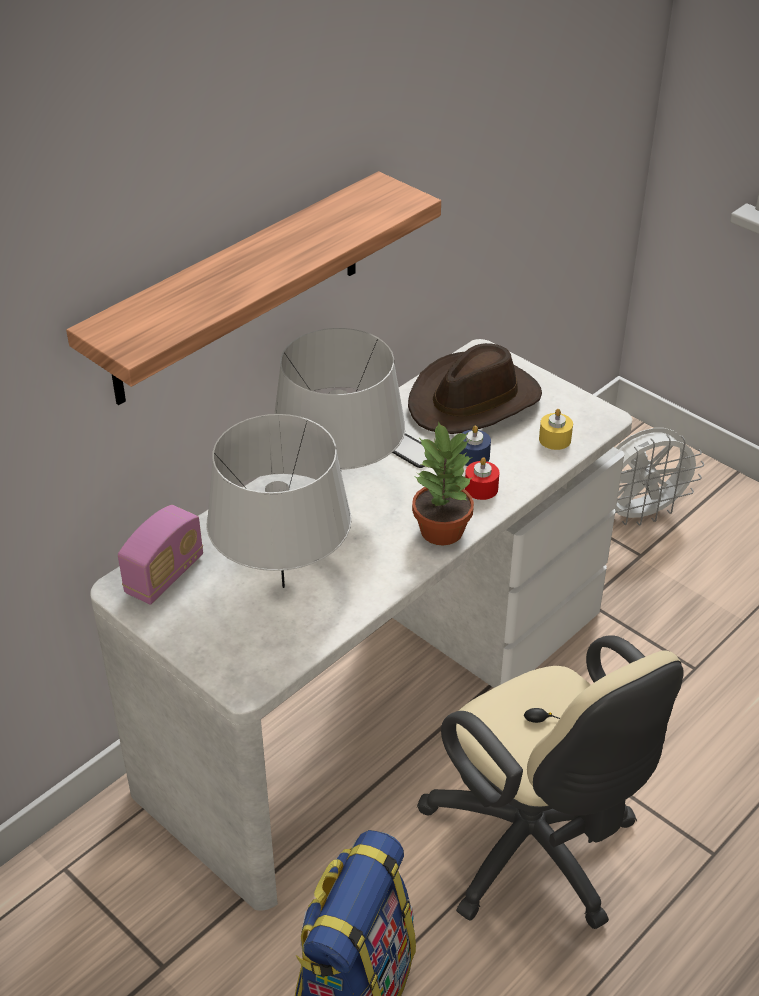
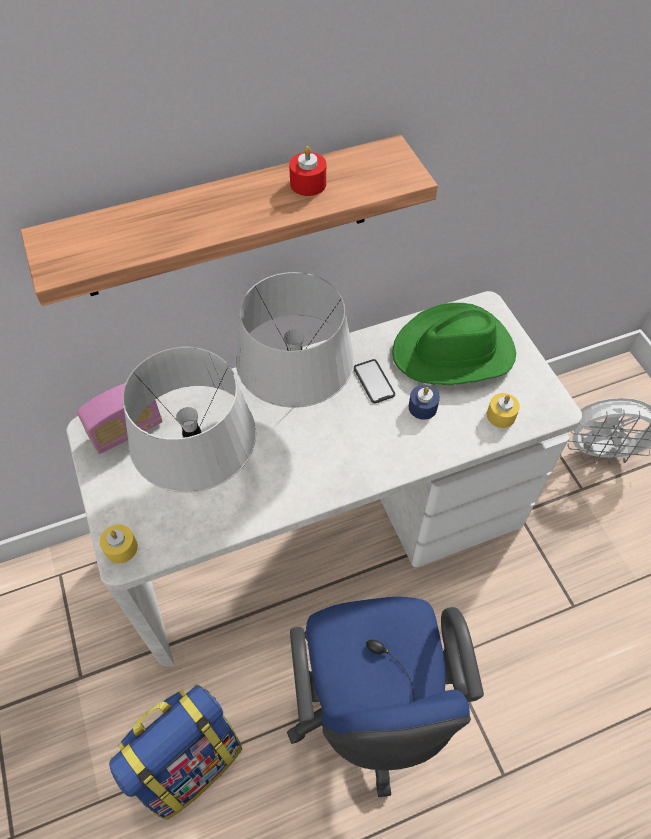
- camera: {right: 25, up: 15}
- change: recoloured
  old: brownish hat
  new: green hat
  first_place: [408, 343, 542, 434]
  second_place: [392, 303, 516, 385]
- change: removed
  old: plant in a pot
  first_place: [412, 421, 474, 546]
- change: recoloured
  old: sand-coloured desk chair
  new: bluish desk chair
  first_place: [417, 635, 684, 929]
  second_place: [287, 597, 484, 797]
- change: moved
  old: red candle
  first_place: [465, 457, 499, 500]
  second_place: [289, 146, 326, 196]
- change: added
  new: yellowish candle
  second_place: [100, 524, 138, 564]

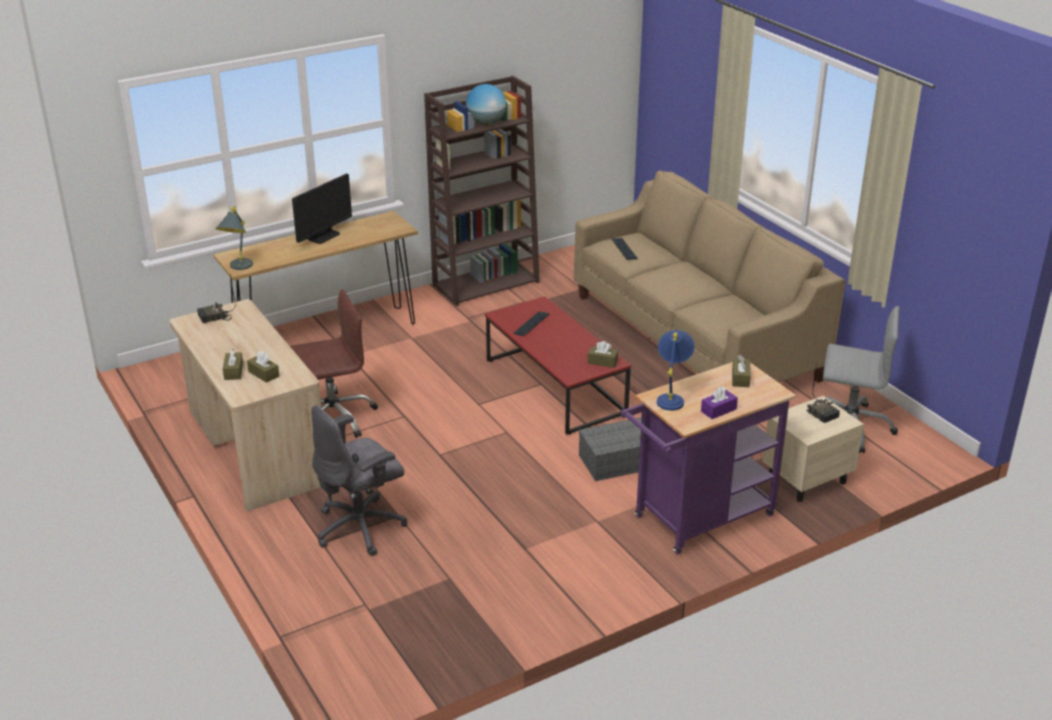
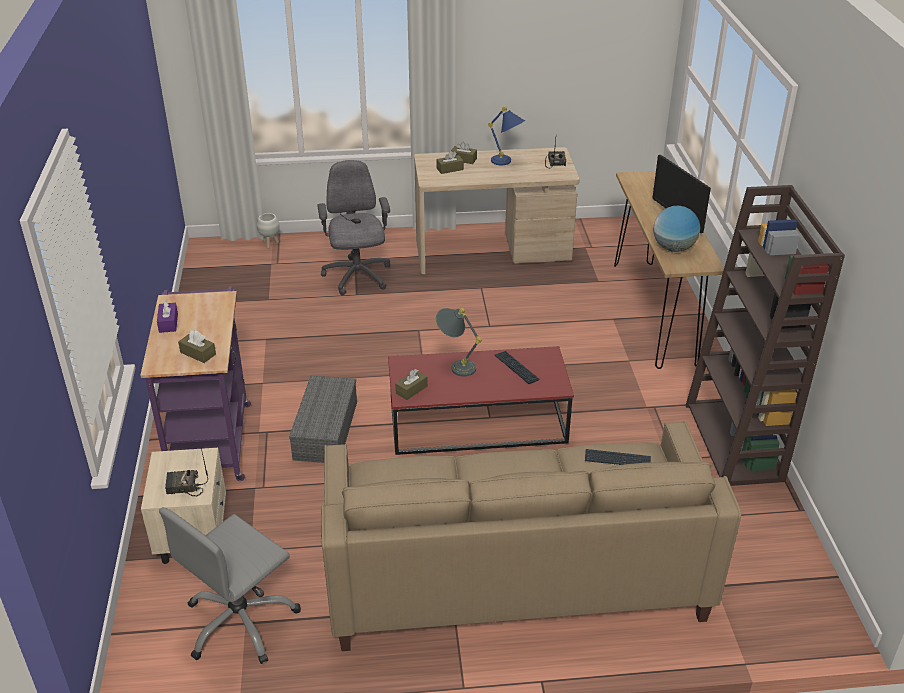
- camera: {right: 115, up: 5}
- change: moved
  old: grey lamp for a table
  first_place: [215, 206, 253, 270]
  second_place: [436, 308, 482, 377]
- change: removed
  old: brownish desk chair
  first_place: [290, 289, 378, 438]
- change: moved
  old: desk globe
  first_place: [466, 84, 506, 125]
  second_place: [653, 206, 700, 252]
- change: moved
  old: bluish lamp for a table
  first_place: [657, 330, 695, 411]
  second_place: [488, 106, 526, 165]
- change: added
  new: whitish plant pot
  second_place: [257, 213, 280, 249]

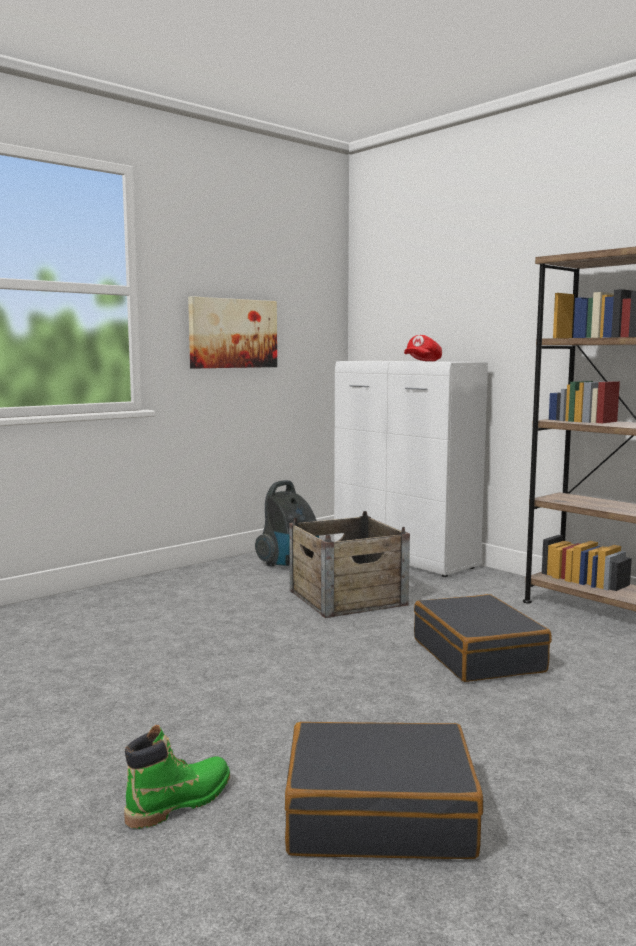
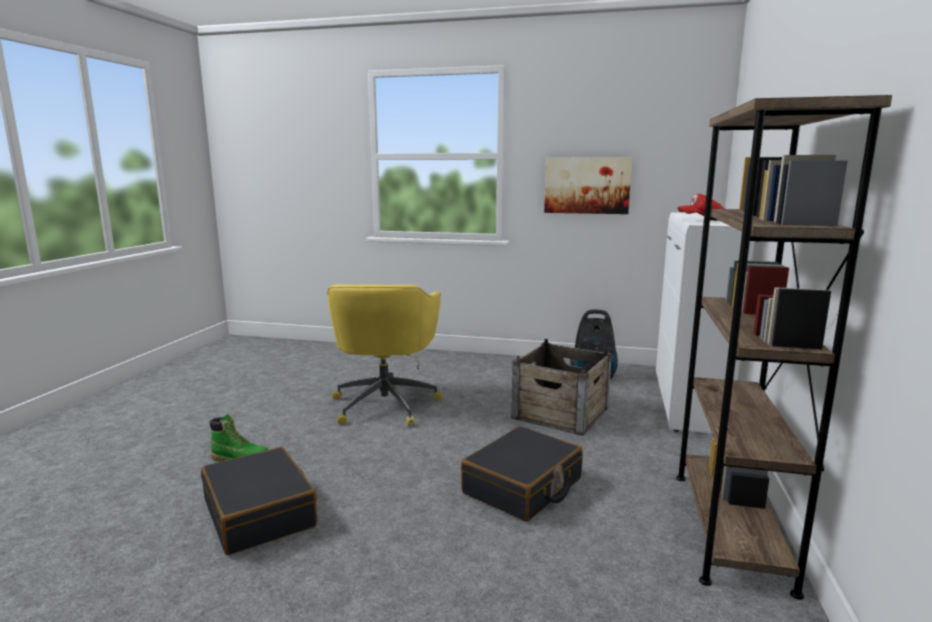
- camera: {right: 55, up: 5}
- change: added
  new: yellowish desk chair
  second_place: [327, 284, 443, 426]

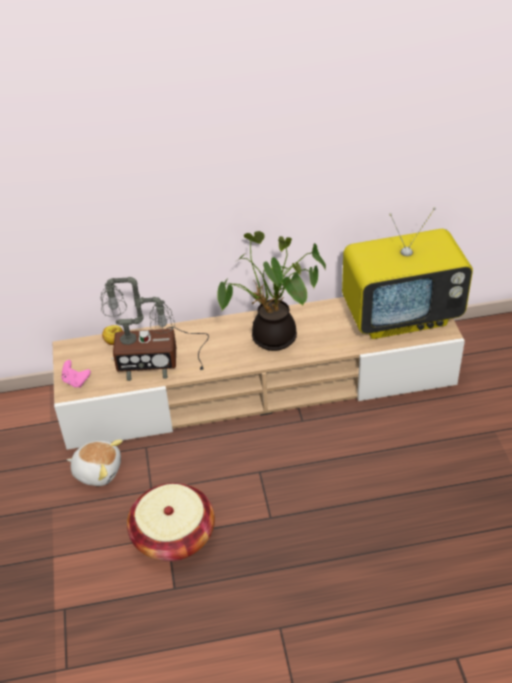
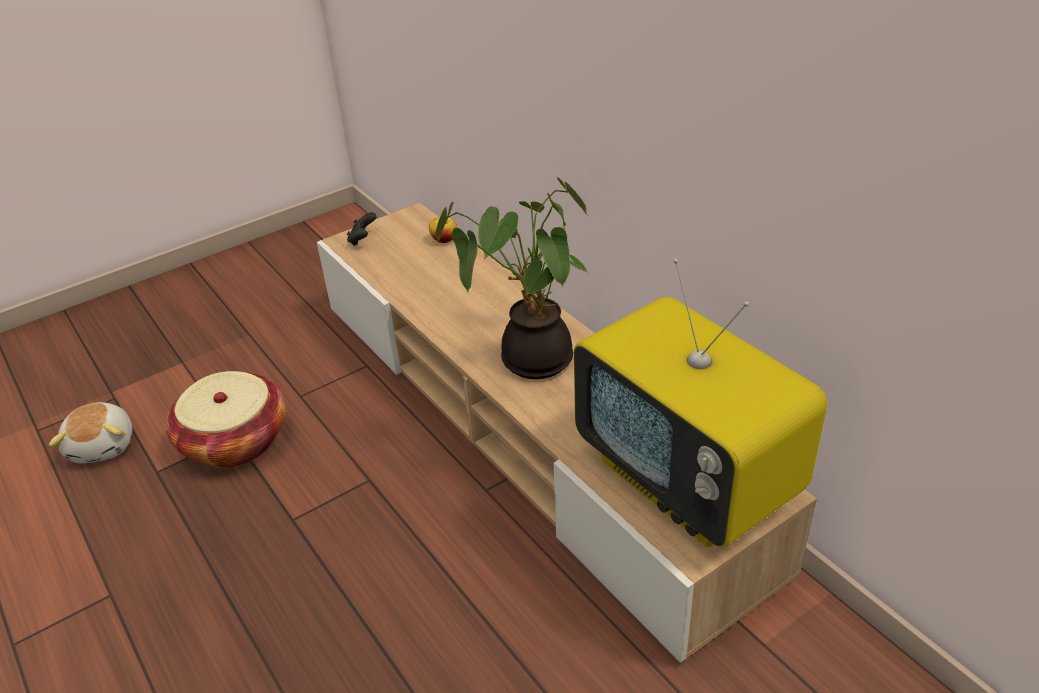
- camera: {right: 65, up: -5}
- change: recoloured
  old: pinkish joypad
  new: blackish joypad
  first_place: [62, 360, 91, 388]
  second_place: [347, 212, 377, 246]
- change: moved
  old: soft toy
  first_place: [67, 440, 123, 486]
  second_place: [49, 402, 132, 463]
- change: removed
  old: lamp for a table
  first_place: [100, 277, 209, 381]

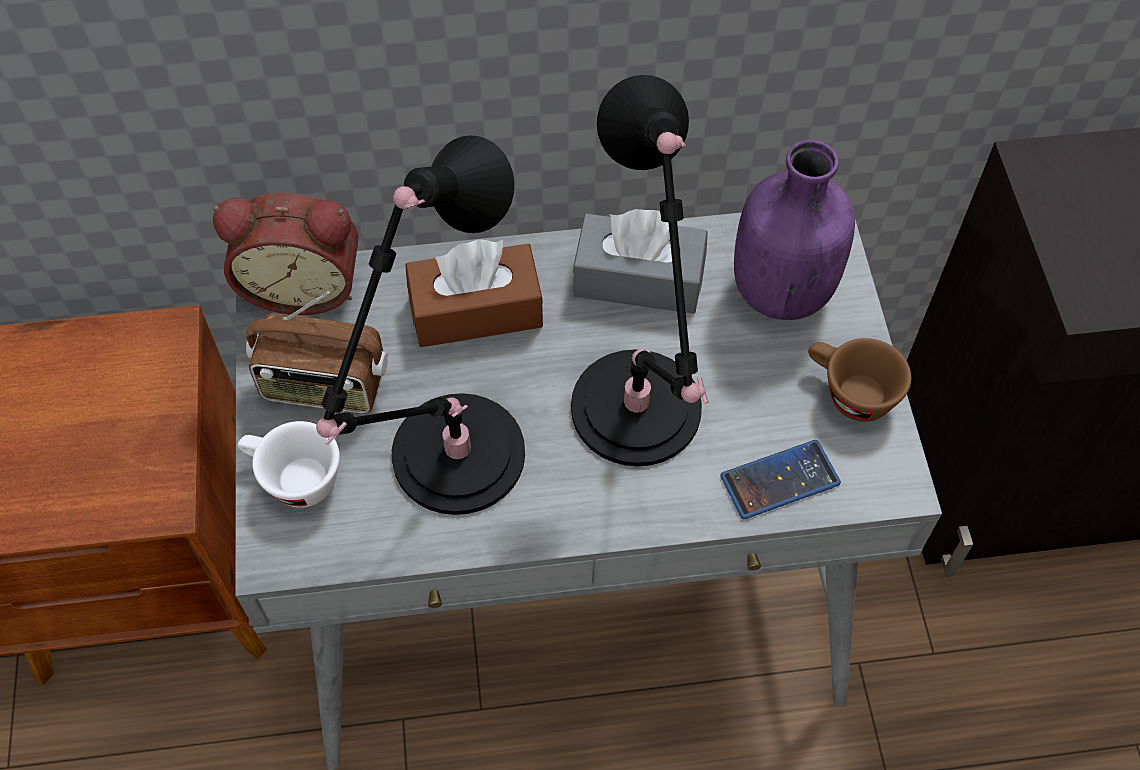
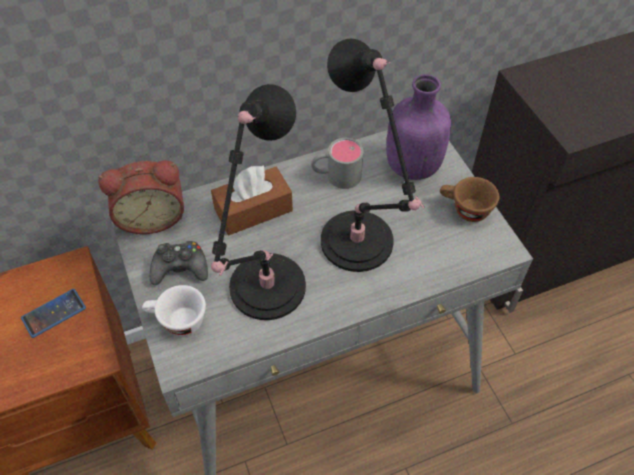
- camera: {right: -15, up: -5}
- change: replaced
  old: radio set
  new: blackish joypad
  first_place: [246, 291, 388, 413]
  second_place: [150, 241, 208, 285]
- change: replaced
  old: grey box of tissues
  new: grey mug
  first_place: [573, 209, 708, 314]
  second_place: [311, 138, 363, 189]
- change: moved
  old: phone
  first_place: [720, 440, 841, 519]
  second_place: [21, 289, 86, 338]

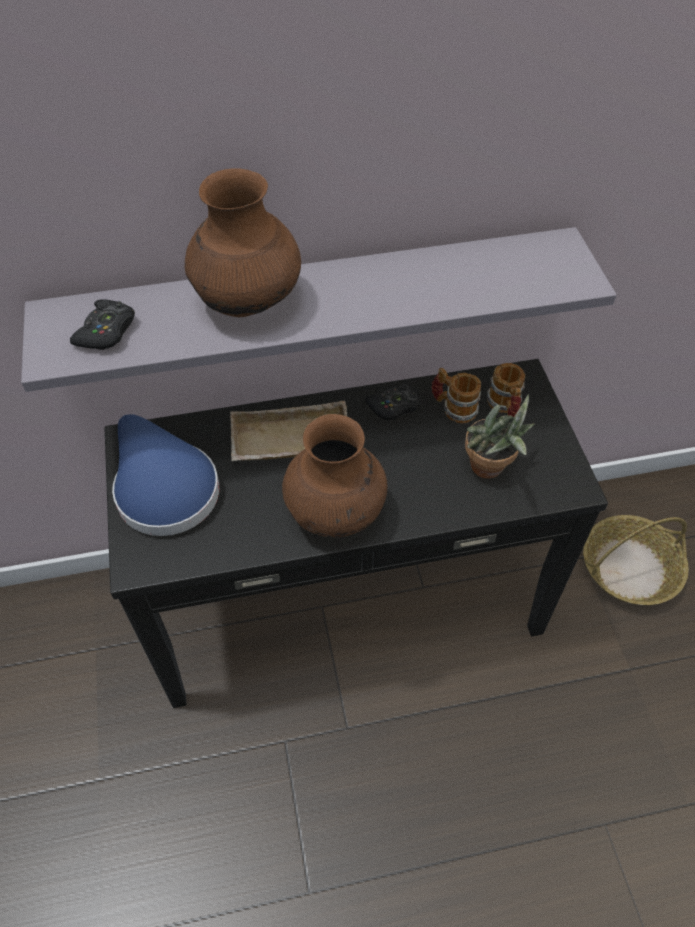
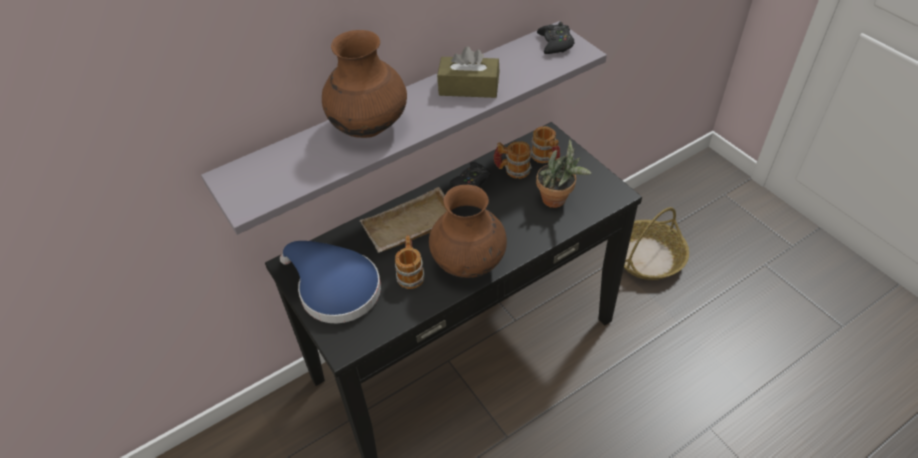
- camera: {right: -20, up: -5}
- change: moved
  old: blackish joypad
  first_place: [70, 299, 135, 350]
  second_place: [537, 22, 575, 54]
- change: added
  new: mug
  second_place: [395, 235, 425, 289]
- change: added
  new: brownish box of tissues
  second_place: [437, 46, 499, 98]

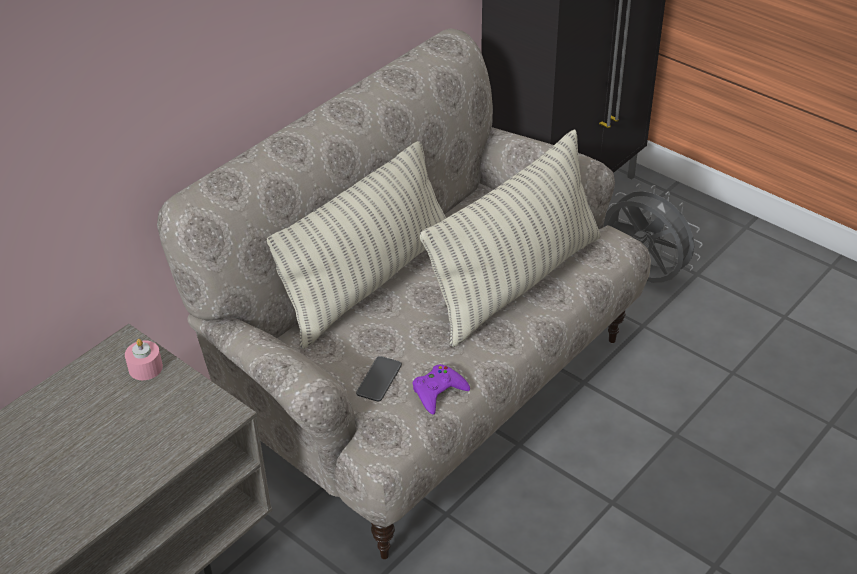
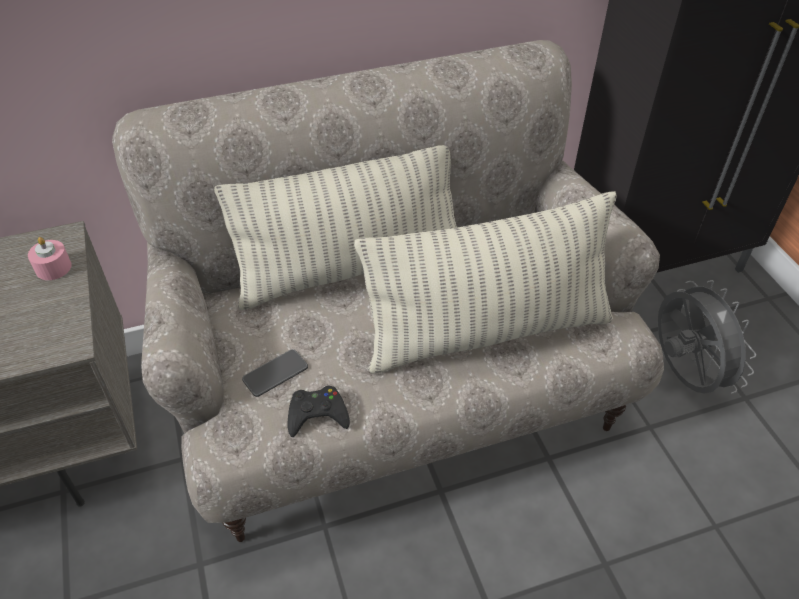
- camera: {right: 30, up: 5}
- change: recoloured
  old: purple-coloured joypad
  new: blackish joypad
  first_place: [413, 364, 470, 415]
  second_place: [288, 386, 350, 437]

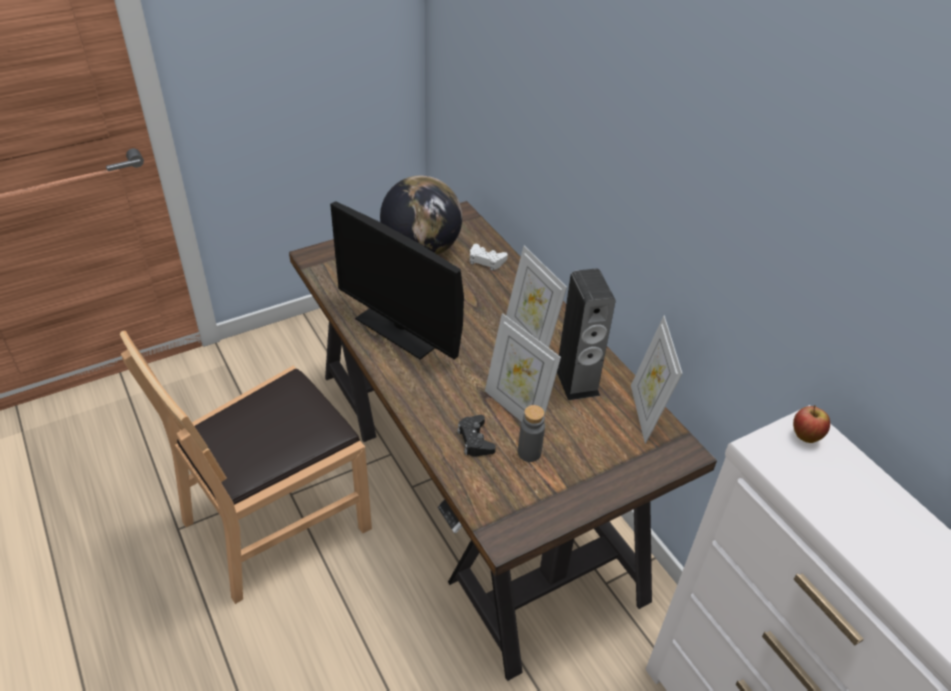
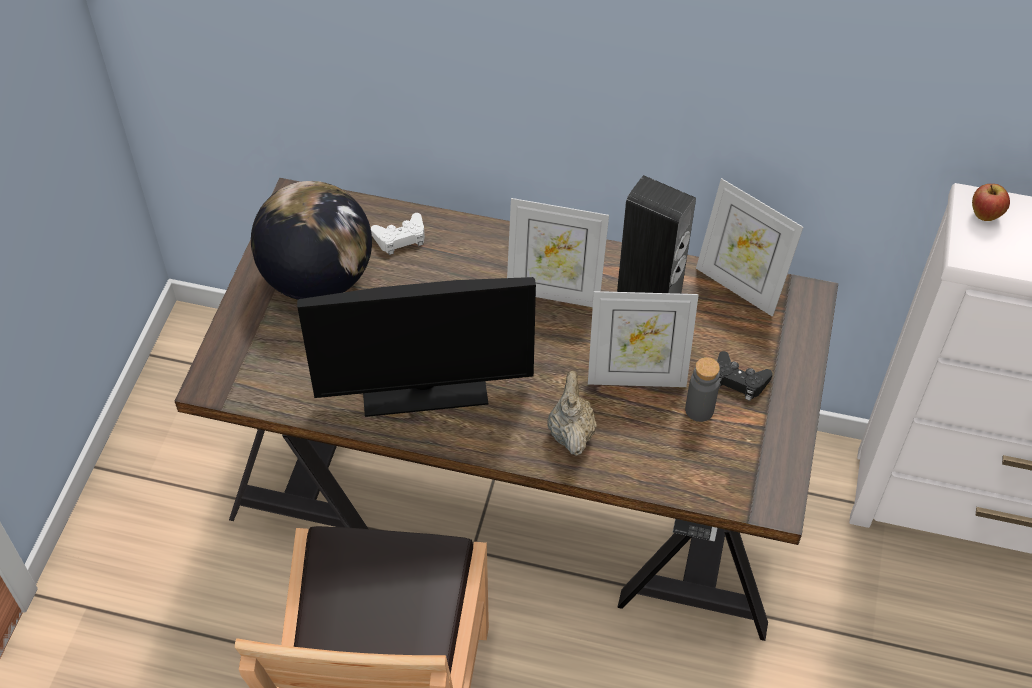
- camera: {right: -45, up: 10}
- change: moved
  old: blackish joypad
  first_place: [457, 415, 496, 457]
  second_place: [717, 351, 773, 401]
- change: added
  new: sand-coloured teapot
  second_place: [547, 370, 597, 456]

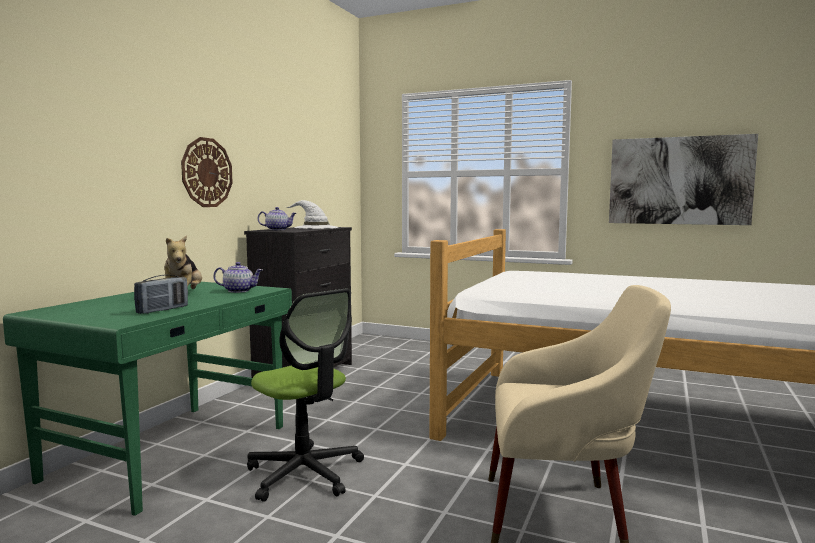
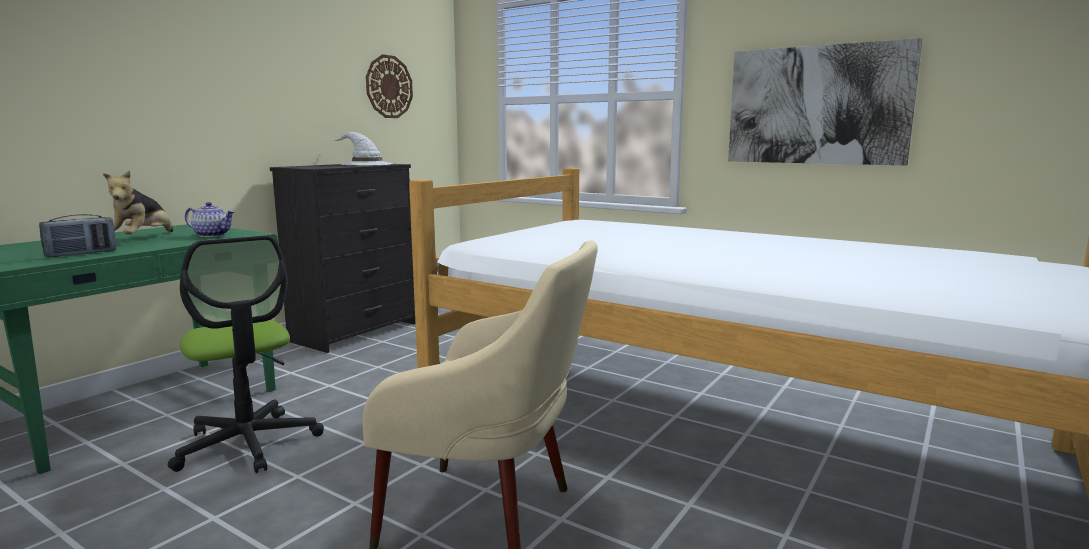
- camera: {right: 10, up: 5}
- change: moved
  old: wall clock
  first_place: [181, 137, 233, 207]
  second_place: [366, 54, 413, 118]
- change: removed
  old: teapot
  first_place: [258, 207, 297, 230]

